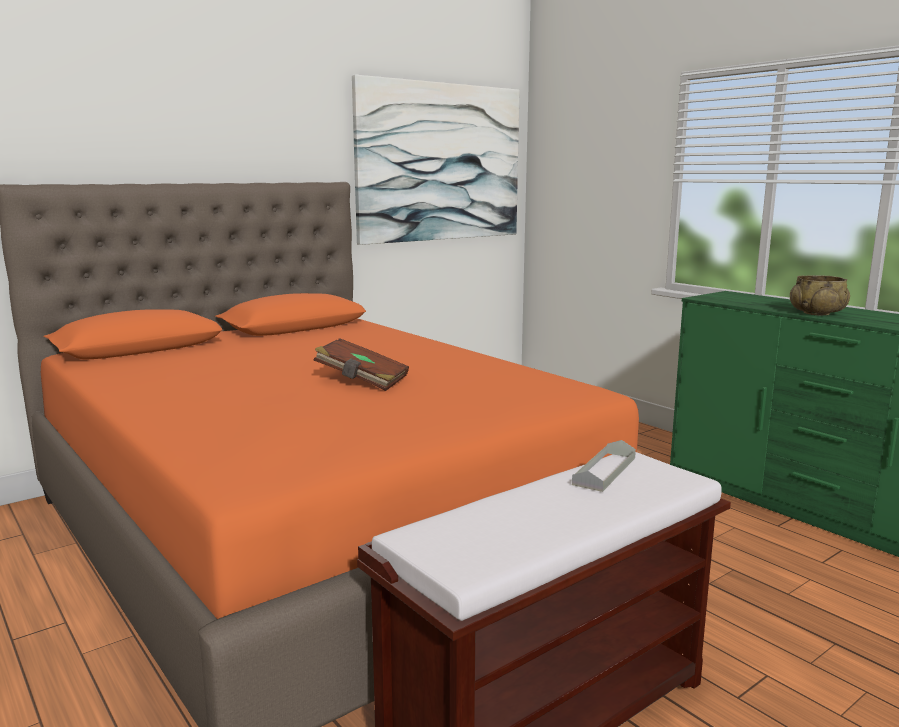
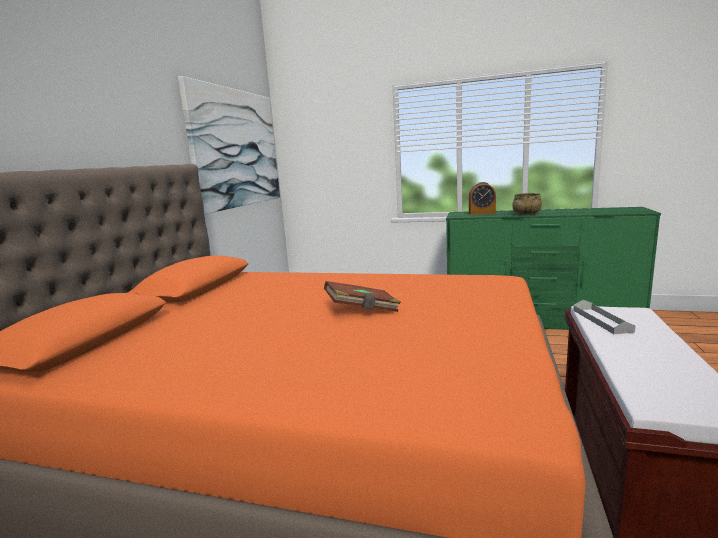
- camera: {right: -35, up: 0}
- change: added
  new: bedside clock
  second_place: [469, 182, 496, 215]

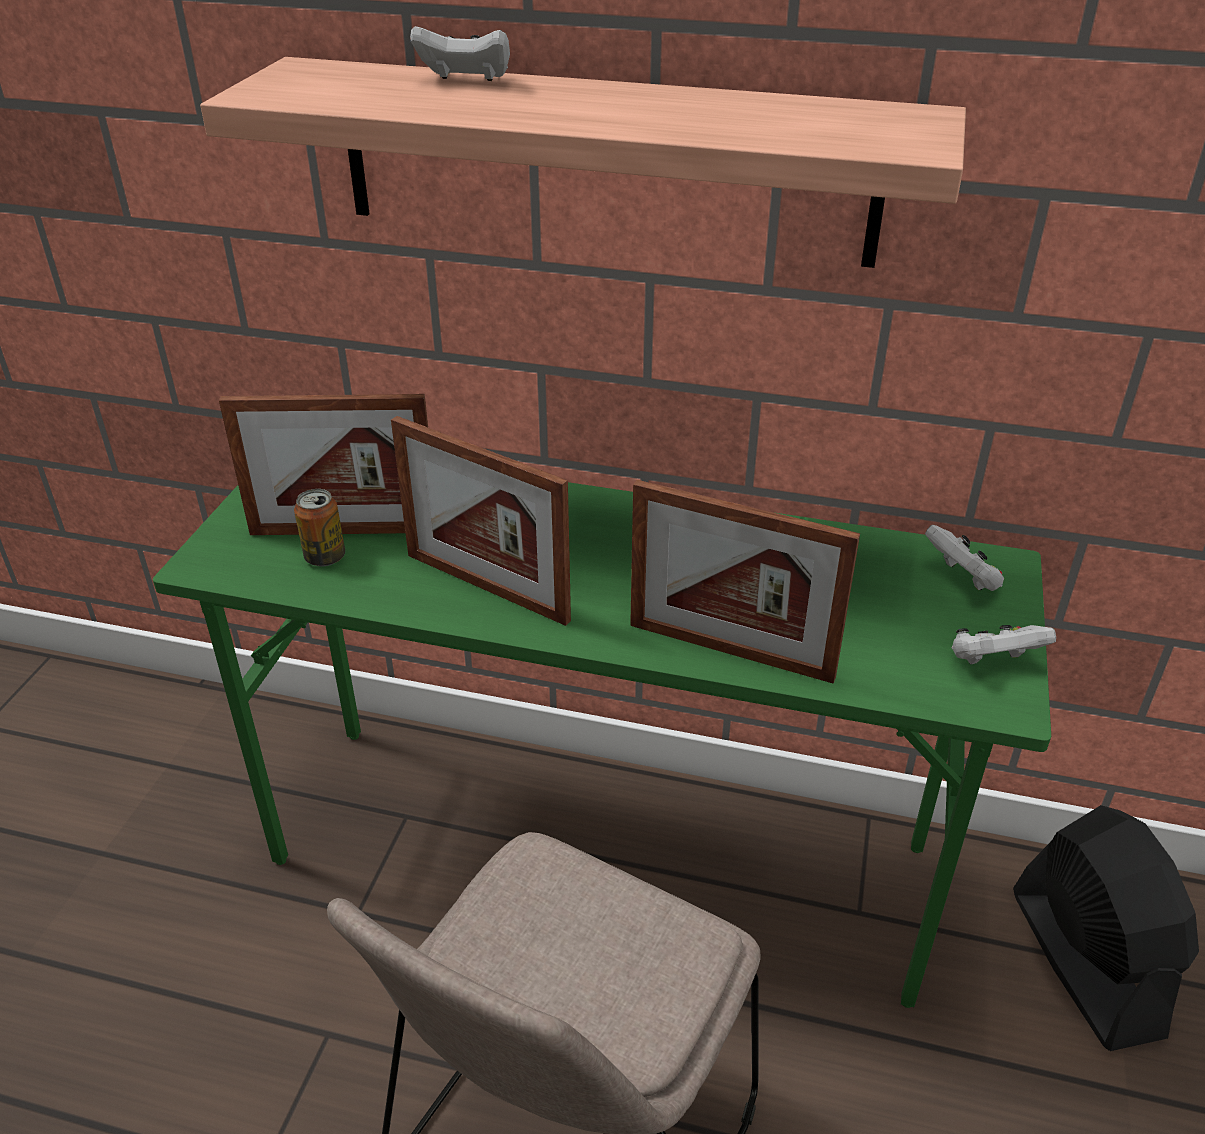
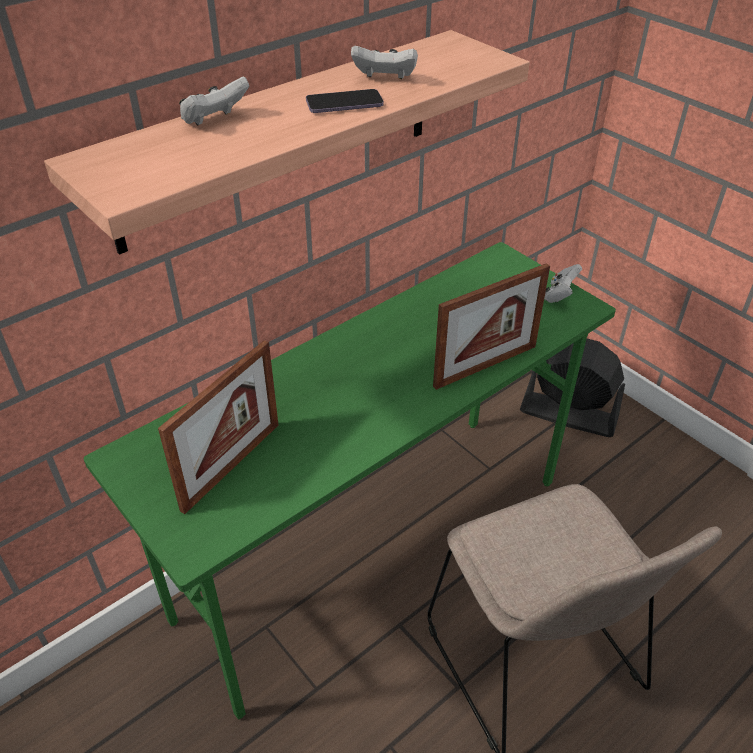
- camera: {right: -55, up: 5}
- change: removed
  old: can
  first_place: [294, 489, 345, 566]
- change: removed
  old: picture frame
  first_place: [391, 416, 571, 626]
- change: moved
  old: whitish joypad
  first_place: [925, 525, 1004, 591]
  second_place: [351, 45, 418, 79]
- change: added
  new: phone
  second_place: [306, 89, 384, 113]

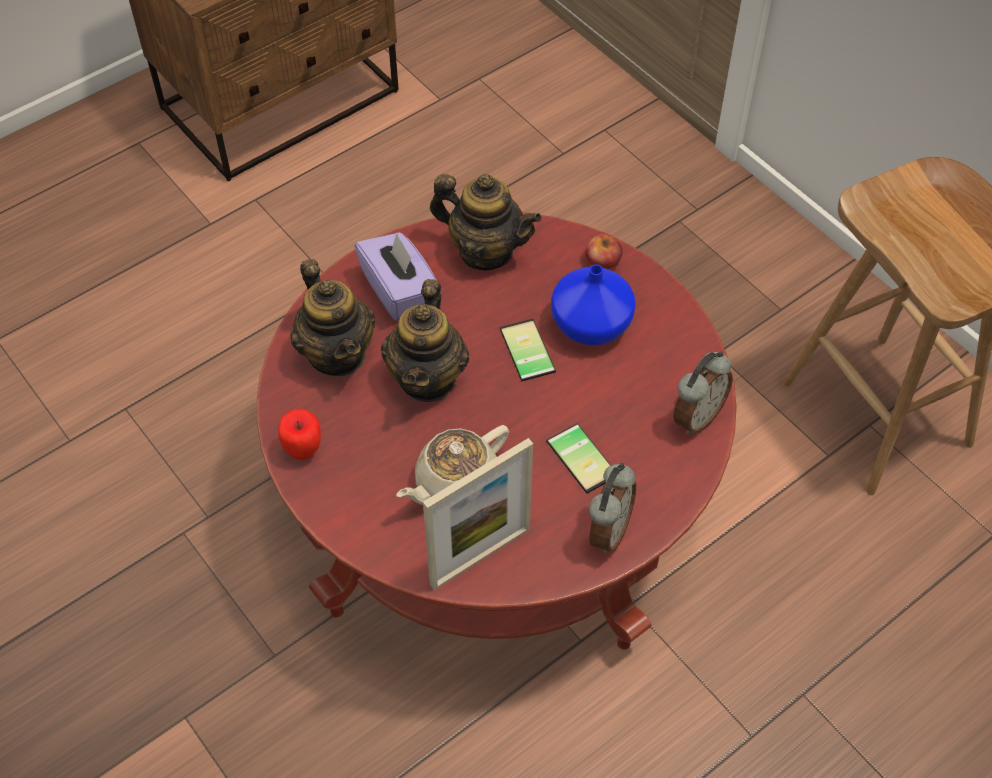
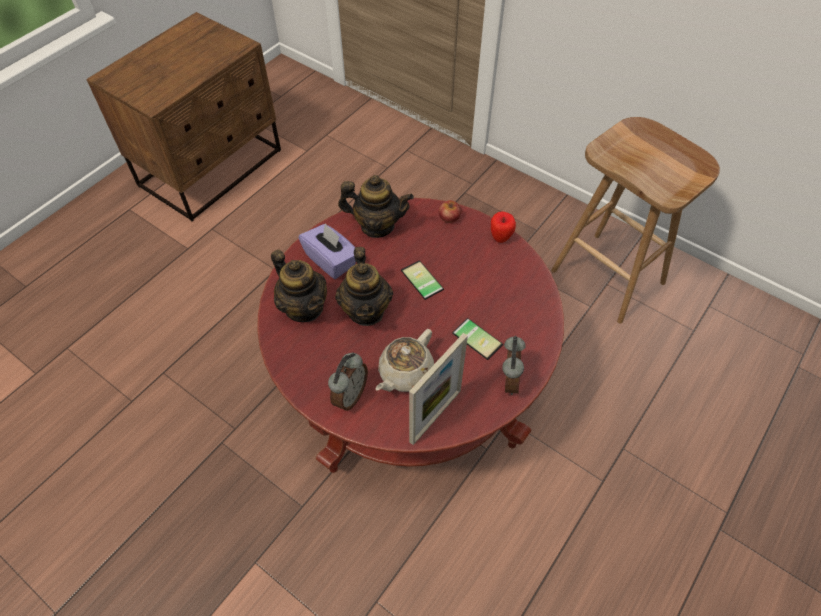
- camera: {right: -15, up: 0}
- change: moved
  old: apple
  first_place: [278, 409, 321, 460]
  second_place: [491, 211, 516, 243]
- change: removed
  old: bluish flower vase
  first_place: [551, 264, 636, 345]
- change: moved
  old: bedside clock
  first_place: [673, 351, 733, 435]
  second_place: [328, 352, 368, 411]

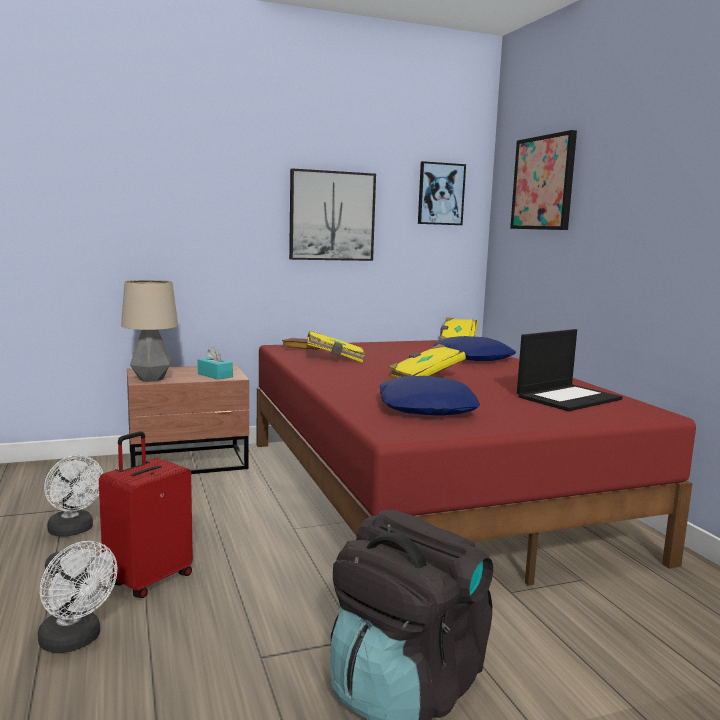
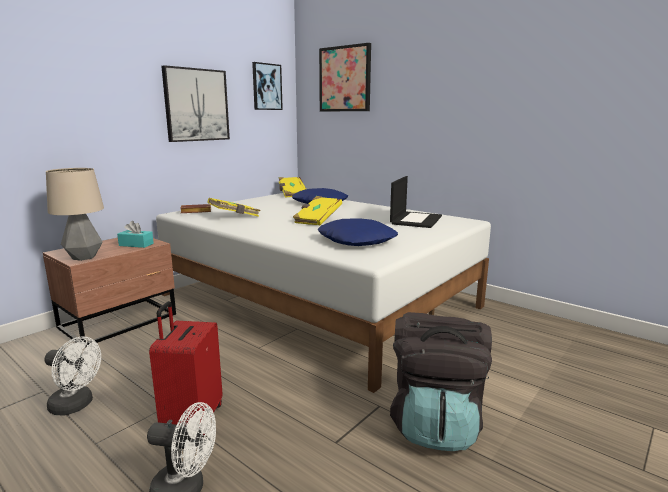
- camera: {right: -30, up: 5}
- change: recoloured
  old: red sleeping bed
  new: whitish sleeping bed
  first_place: [257, 340, 696, 586]
  second_place: [156, 193, 491, 393]

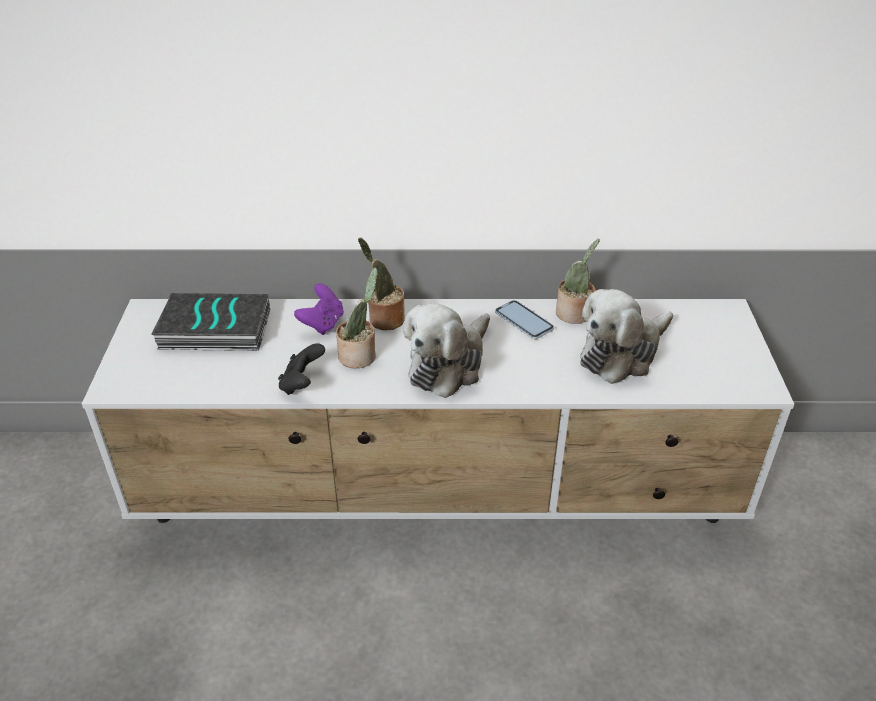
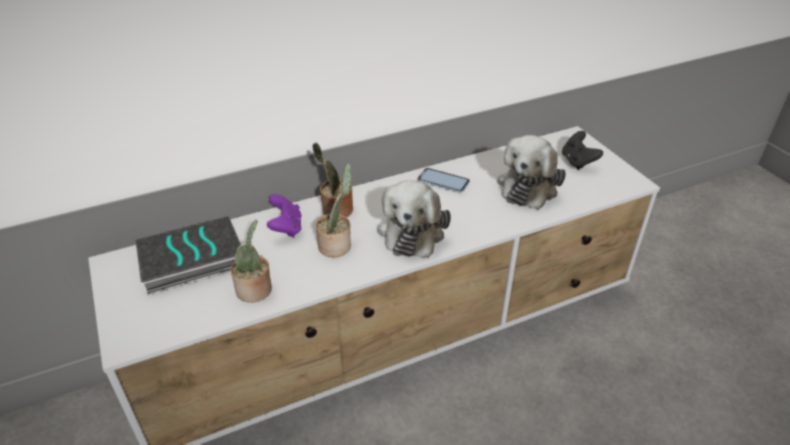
- camera: {right: -25, up: 0}
- change: moved
  old: blackish joypad
  first_place: [278, 343, 325, 395]
  second_place: [562, 131, 603, 170]
- change: moved
  old: plant in a pot
  first_place: [556, 239, 600, 324]
  second_place: [231, 219, 272, 303]

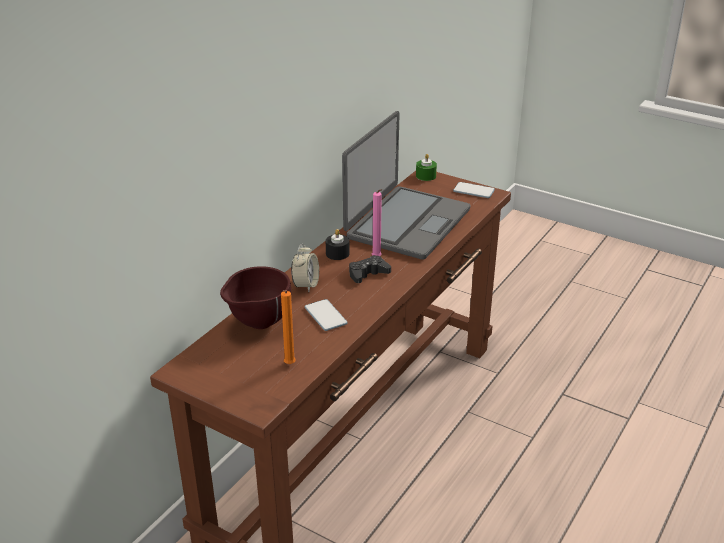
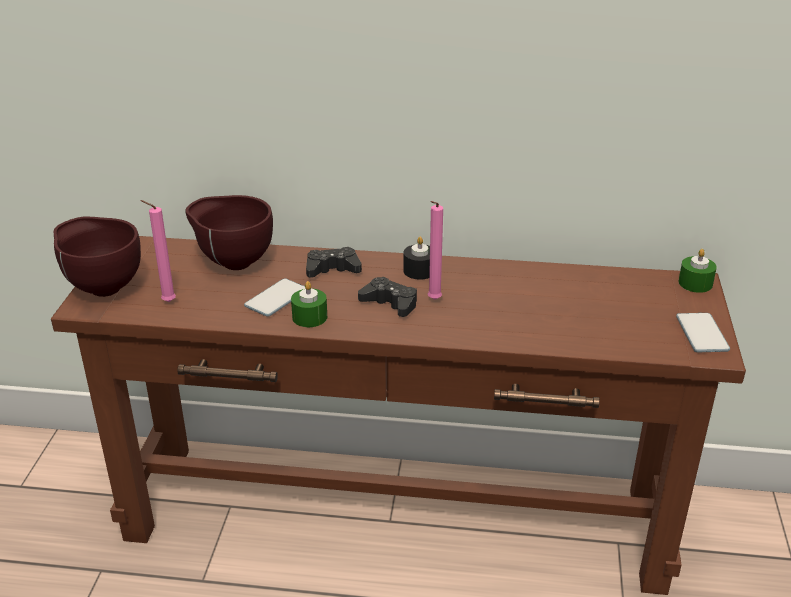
- camera: {right: 65, up: 0}
- change: recoloured
  old: orange-coloured candle
  new: pinkish candle
  first_place: [281, 290, 296, 364]
  second_place: [140, 200, 176, 302]
- change: replaced
  old: bedside clock
  new: blackish joypad
  first_place: [291, 243, 319, 292]
  second_place: [306, 247, 362, 278]
- change: removed
  old: laptop
  first_place: [342, 111, 470, 260]
- change: added
  new: brownish bowl
  second_place: [54, 216, 141, 297]
- change: added
  new: green candle
  second_place: [291, 281, 327, 327]

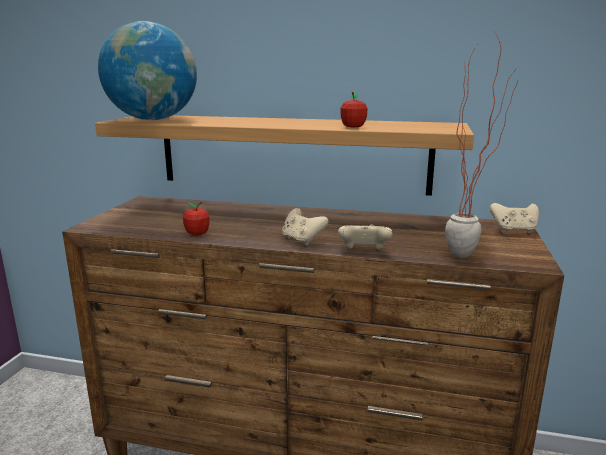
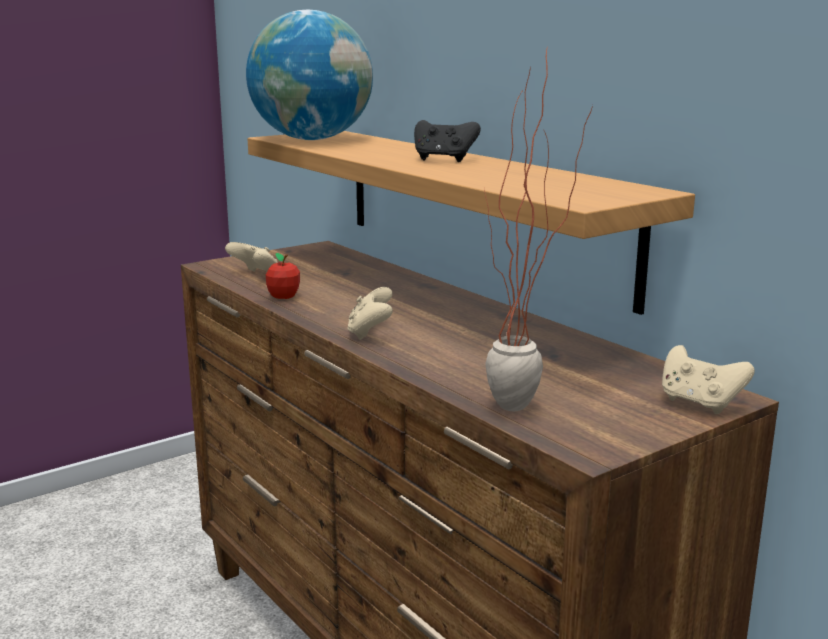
- camera: {right: 40, up: 0}
- change: moved
  old: sand-coloured joypad
  first_place: [338, 224, 393, 250]
  second_place: [225, 242, 278, 273]
- change: removed
  old: apple
  first_place: [341, 92, 367, 127]
- change: added
  new: blackish joypad
  second_place: [414, 120, 481, 162]

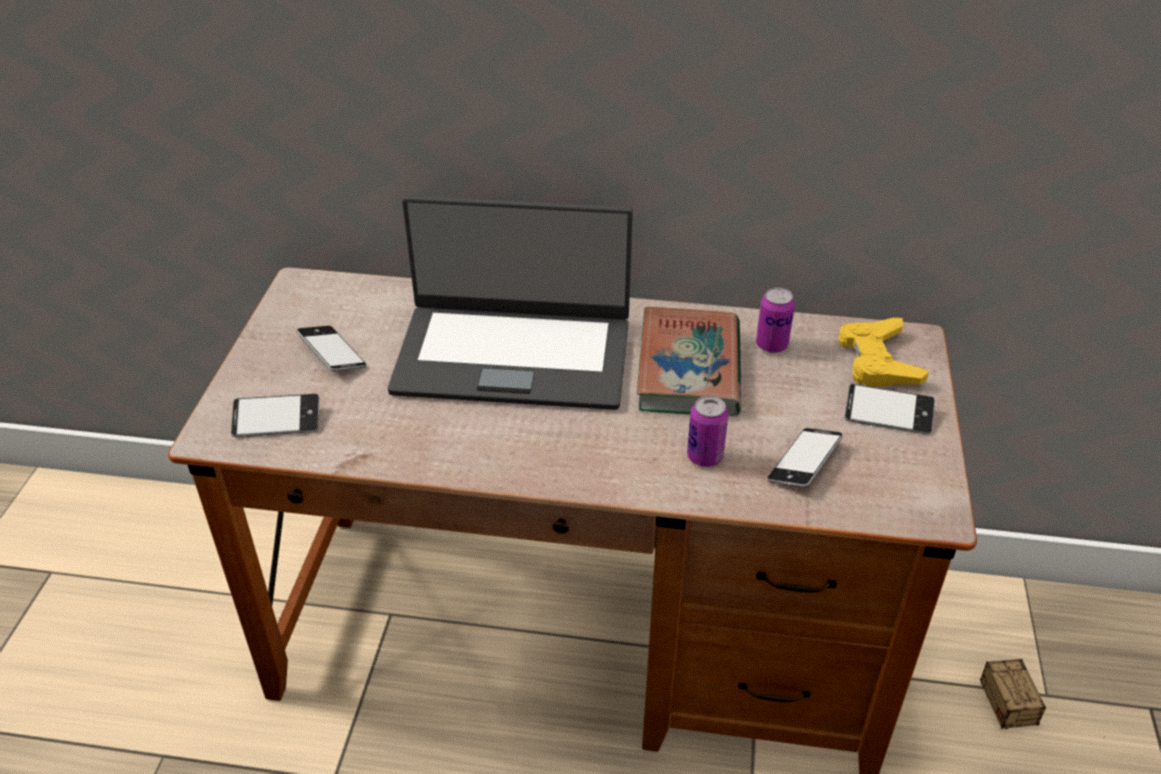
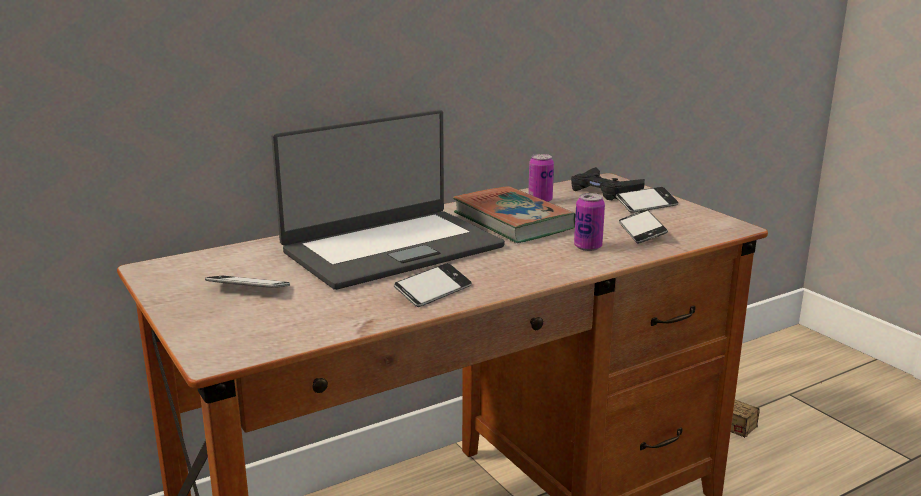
- camera: {right: -40, up: -20}
- change: moved
  old: phone
  first_place: [231, 394, 319, 437]
  second_place: [394, 263, 472, 307]
- change: recoloured
  old: yellowish joypad
  new: blackish joypad
  first_place: [838, 318, 929, 387]
  second_place: [571, 167, 645, 200]

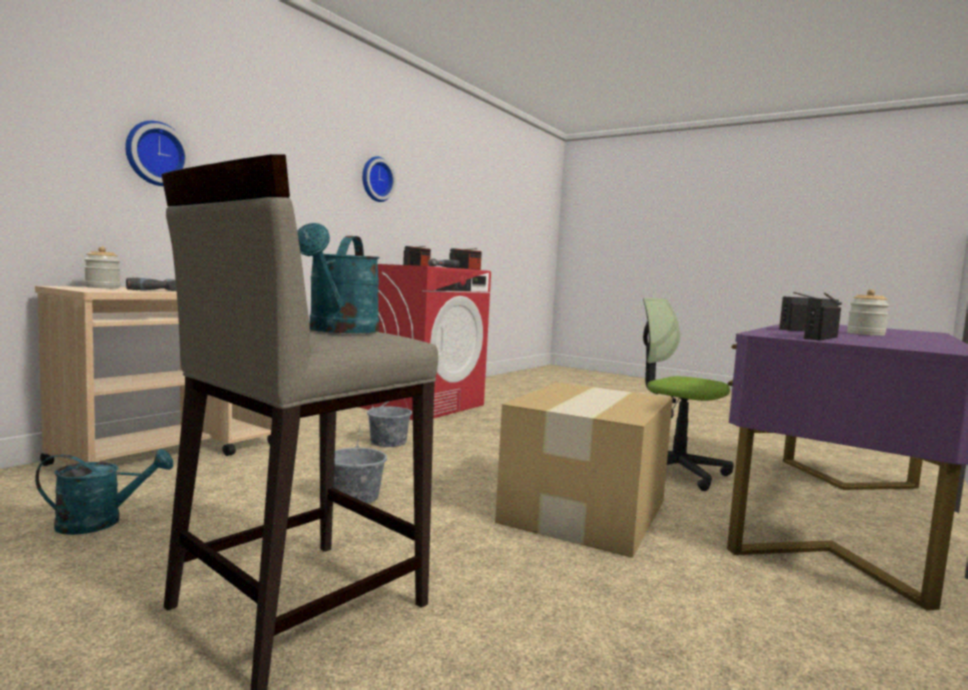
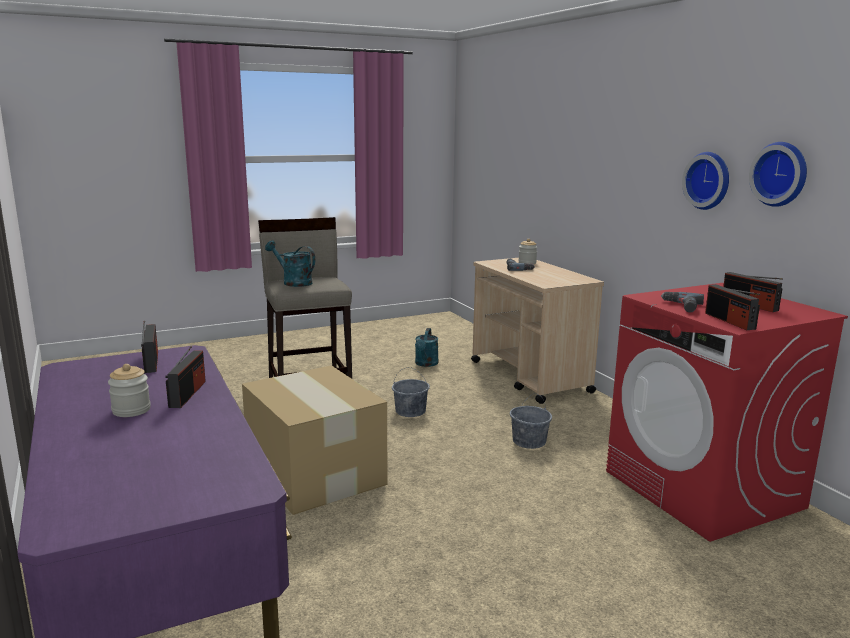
- camera: {right: 120, up: 10}
- change: moved
  old: wall clock
  first_place: [125, 121, 190, 186]
  second_place: [682, 152, 729, 210]
- change: removed
  old: desk chair
  first_place: [643, 298, 734, 491]

